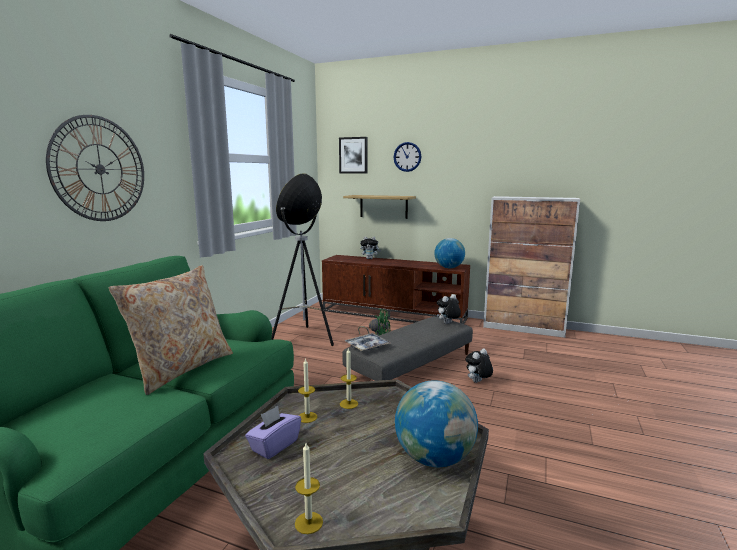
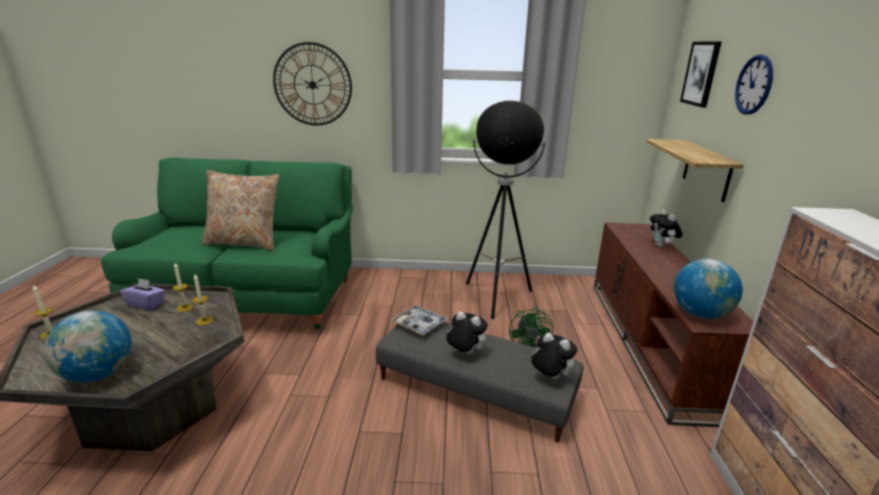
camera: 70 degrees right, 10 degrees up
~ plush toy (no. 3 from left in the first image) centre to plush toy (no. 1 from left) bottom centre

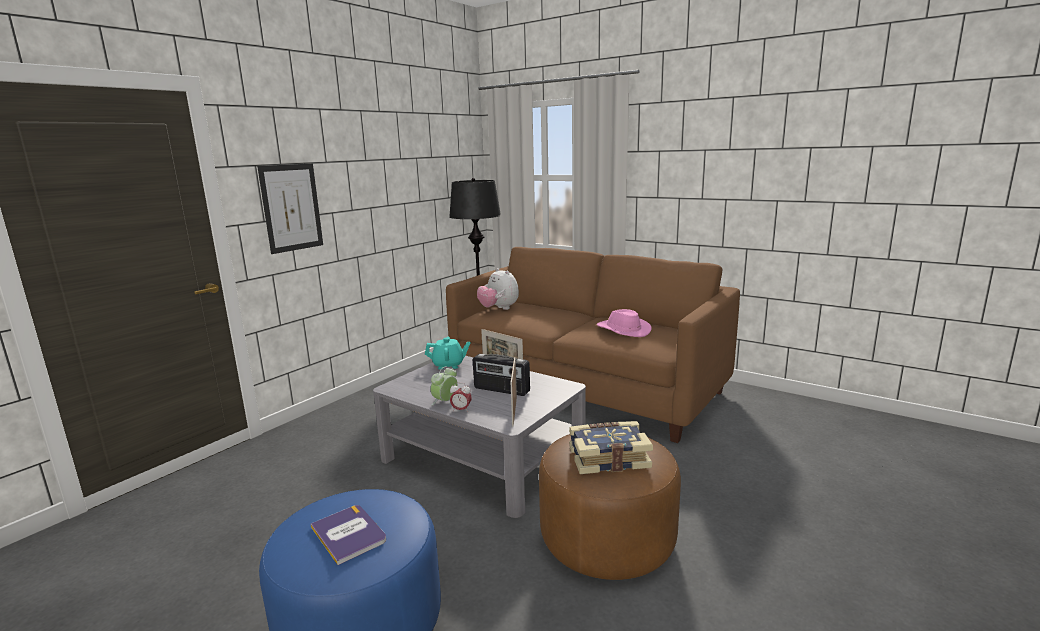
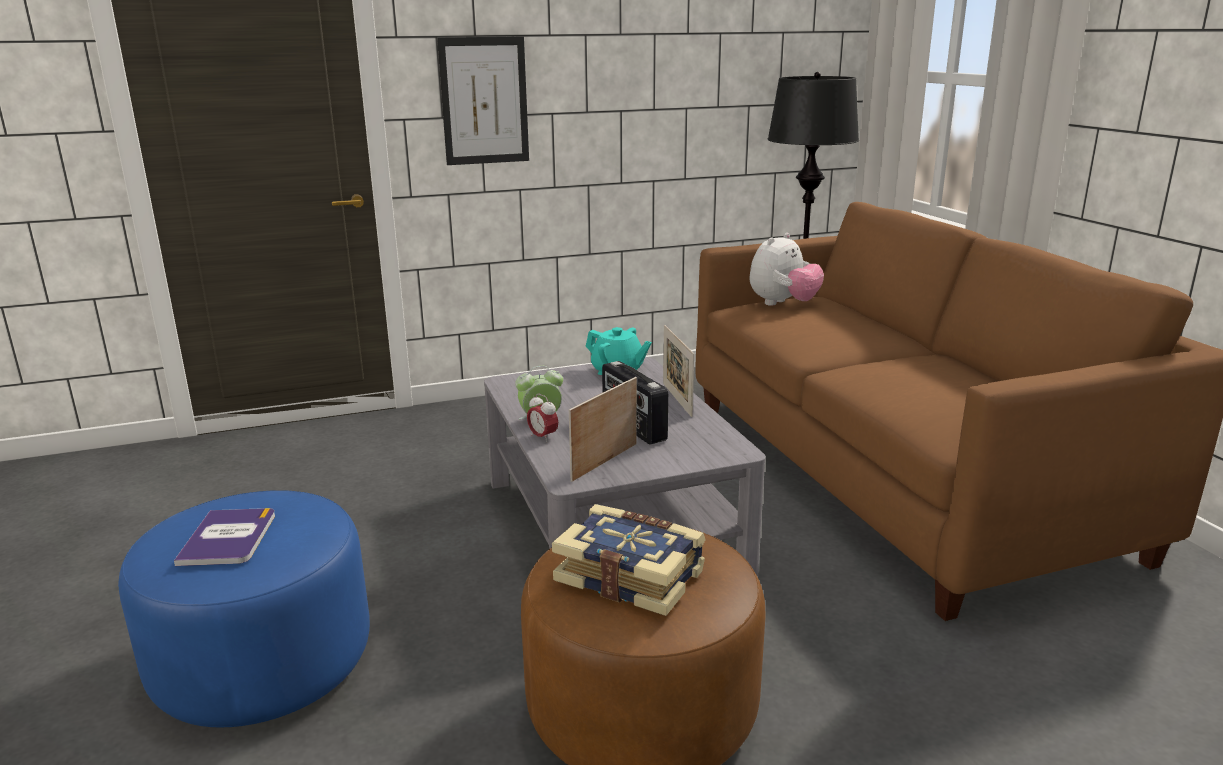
camera: 35 degrees right, 5 degrees up
~ plush toy centre = centre 135 degrees counterclockwise
- pinkish wearable hat centre

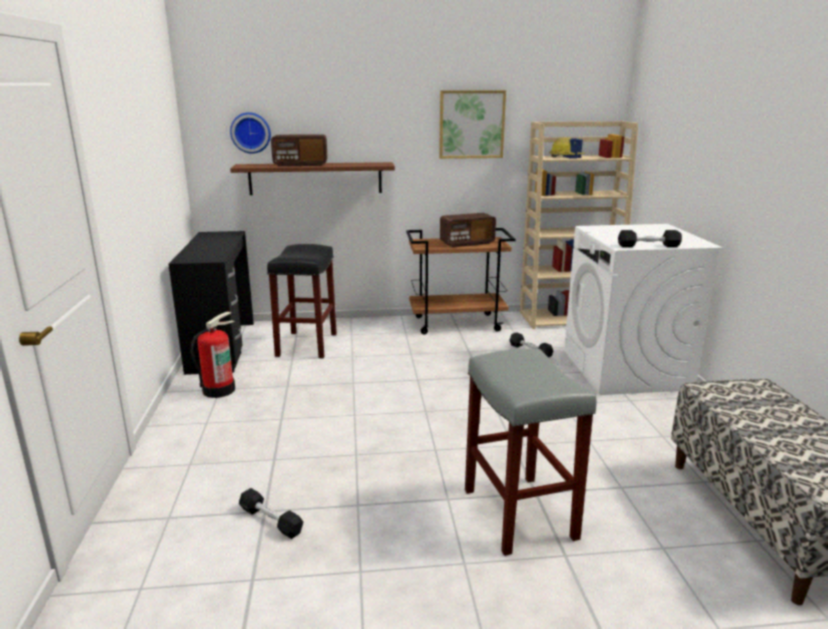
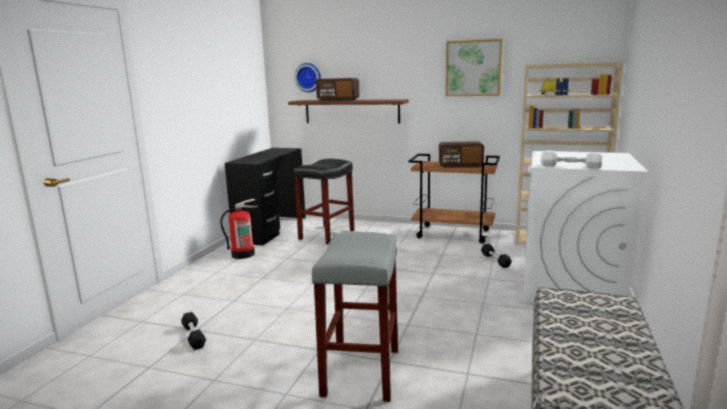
camera: 25 degrees right, 5 degrees down
~ black dumbbell (no. 3 from left) middle right to white dumbbell middle right

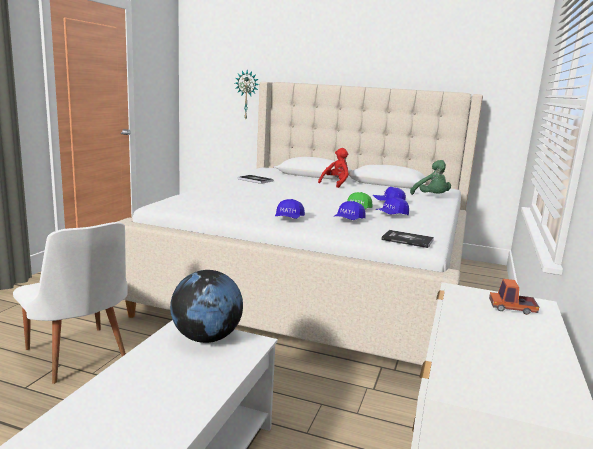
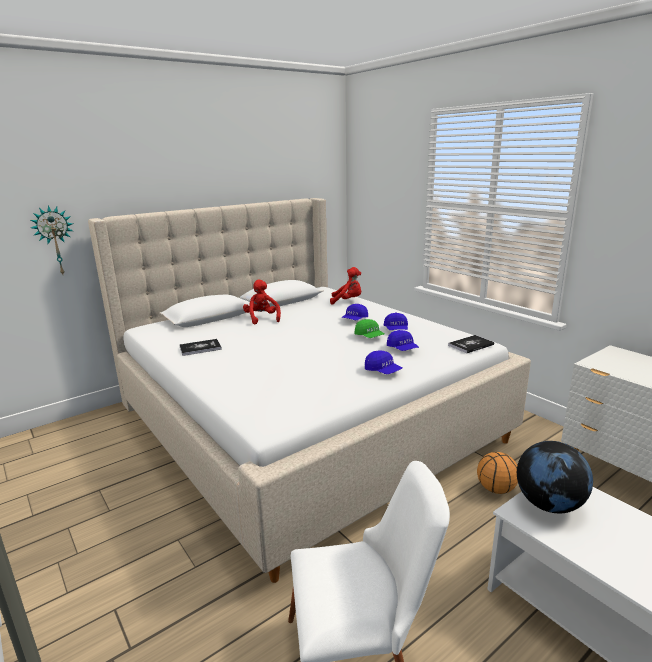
camera: 55 degrees left, 5 degrees up
~ green-coloured plush toy middle right to red-coloured plush toy (no. 2 from left) centre
+ ball for basketball bottom right
- toy lorry middle right

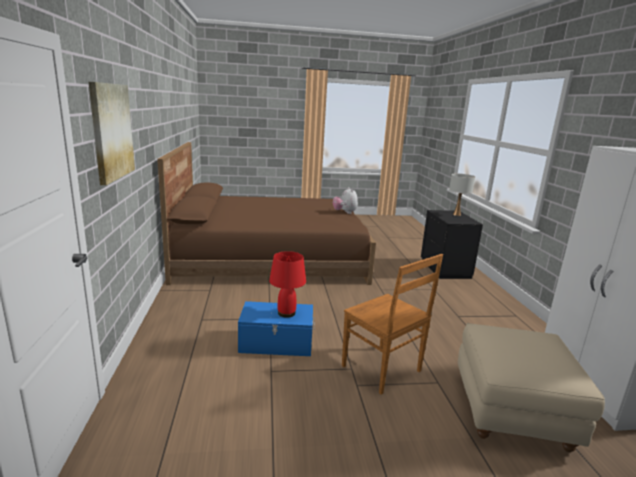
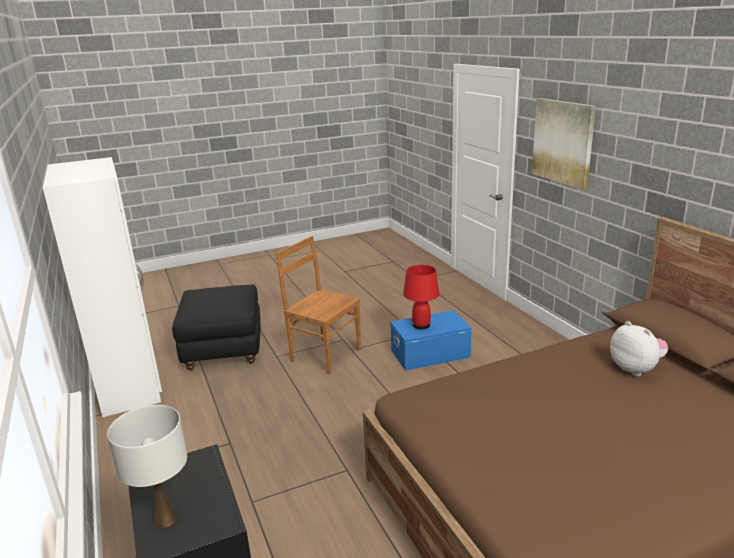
camera: 165 degrees right, 5 degrees up
~ beige pouffe bottom right to black pouffe middle left
~ plush toy centre to middle right

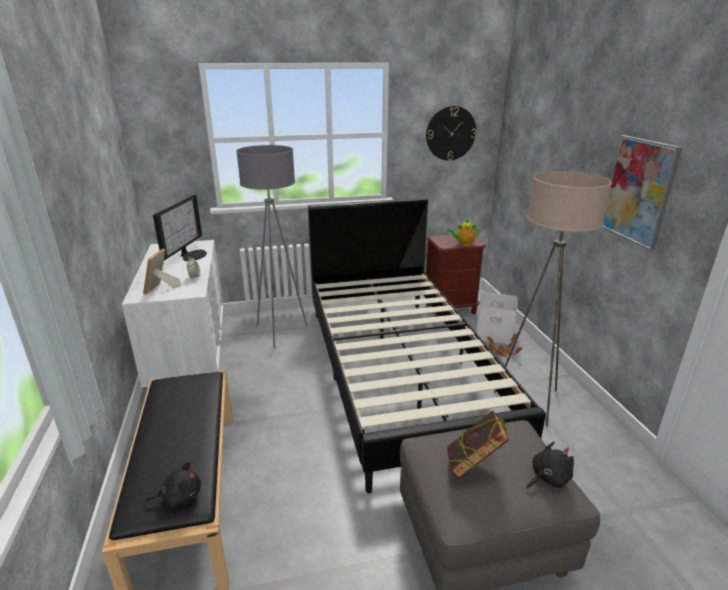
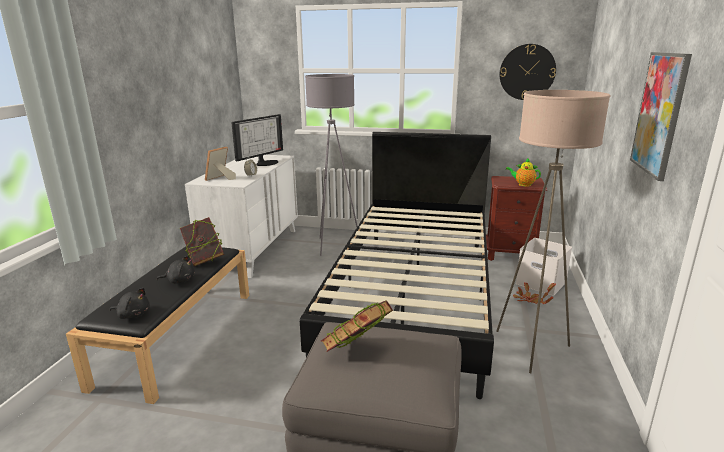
camera: 25 degrees right, 5 degrees down
~ black plush toy (no. 2 from left) bottom right to middle left
+ volume (no. 1 from left) middle left

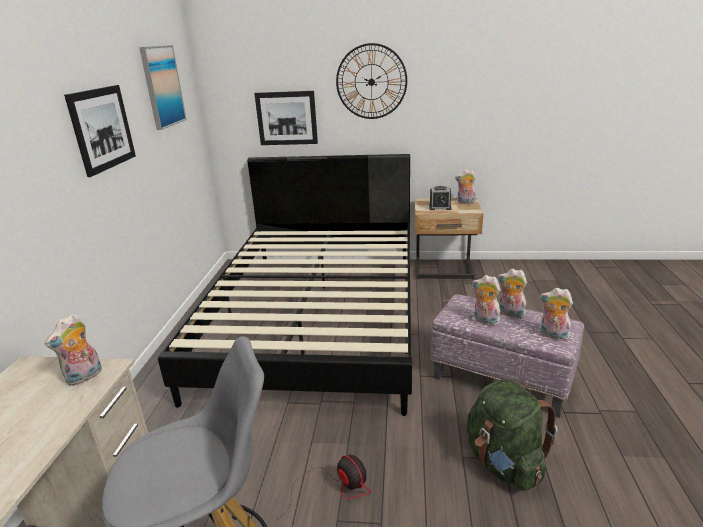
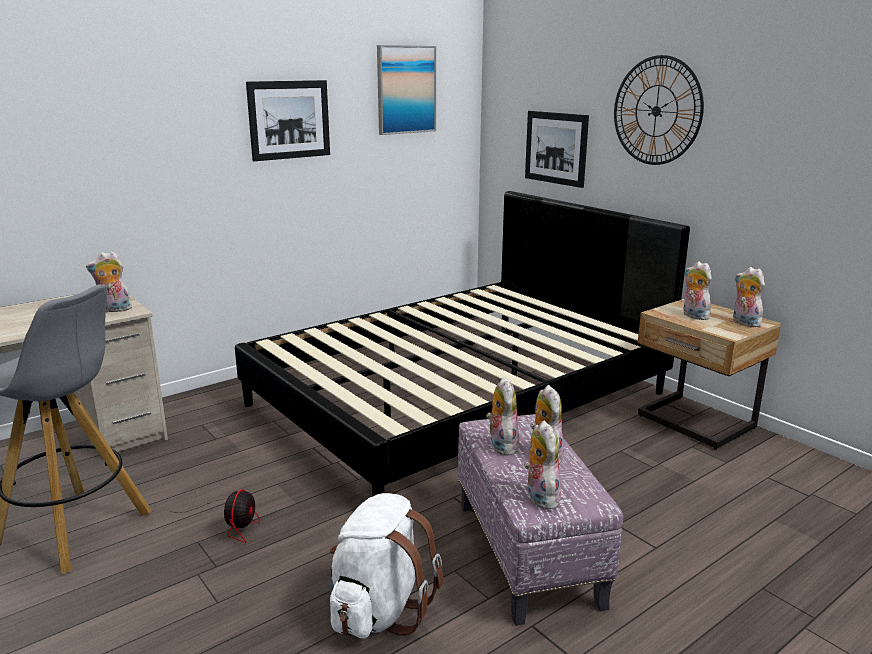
camera: 45 degrees right, 5 degrees down
~ green-coloured knapsack bottom right to white knapsack bottom centre
~ table clock centre to plush toy (no. 5 from left) middle right

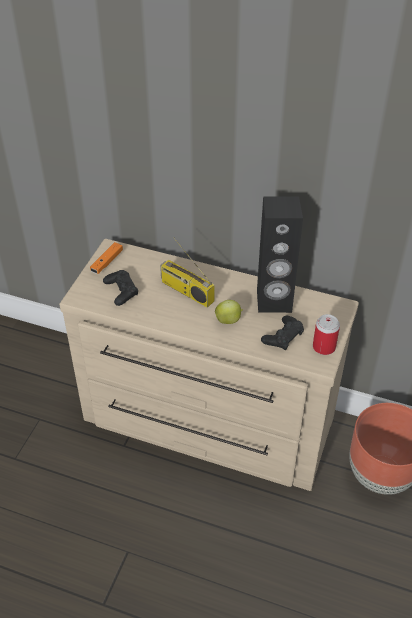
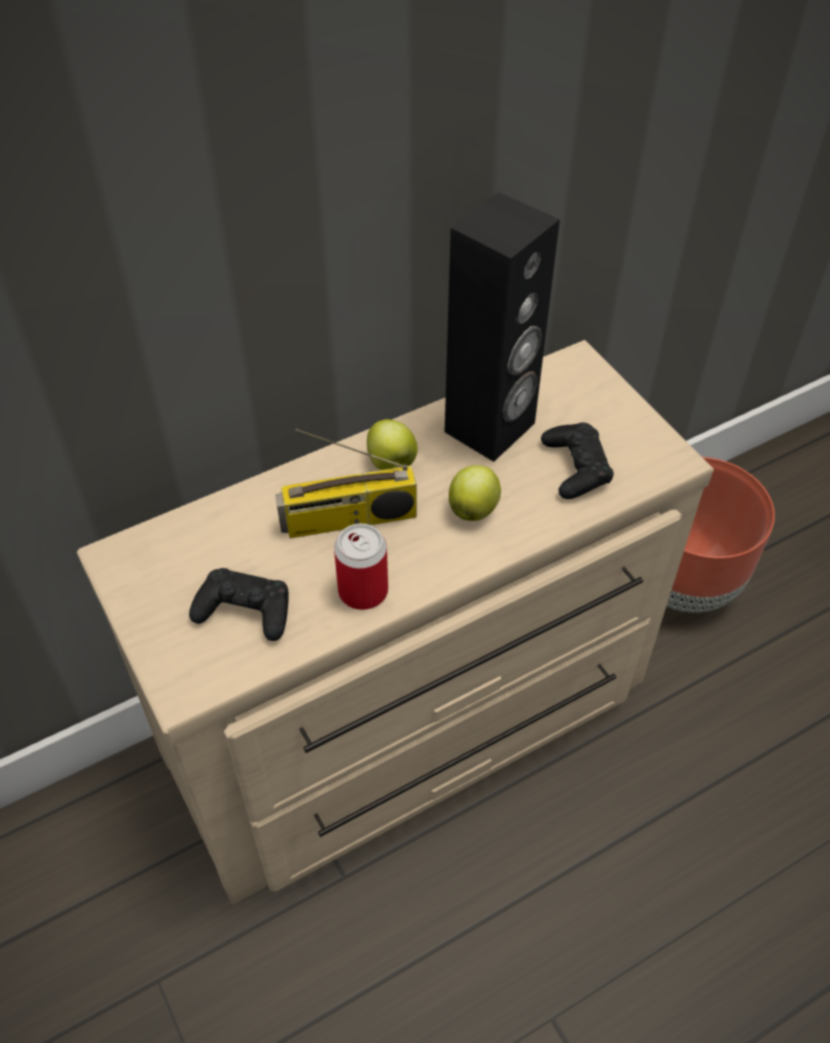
camera: 50 degrees left, 5 degrees up
~ metal can middle right to centre
+ apple (no. 1 from left) centre
- orange-coloured gamepad middle left

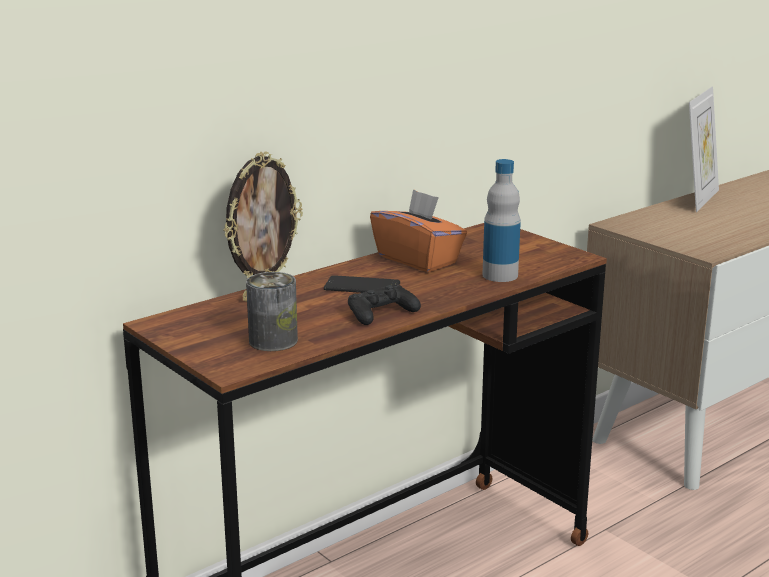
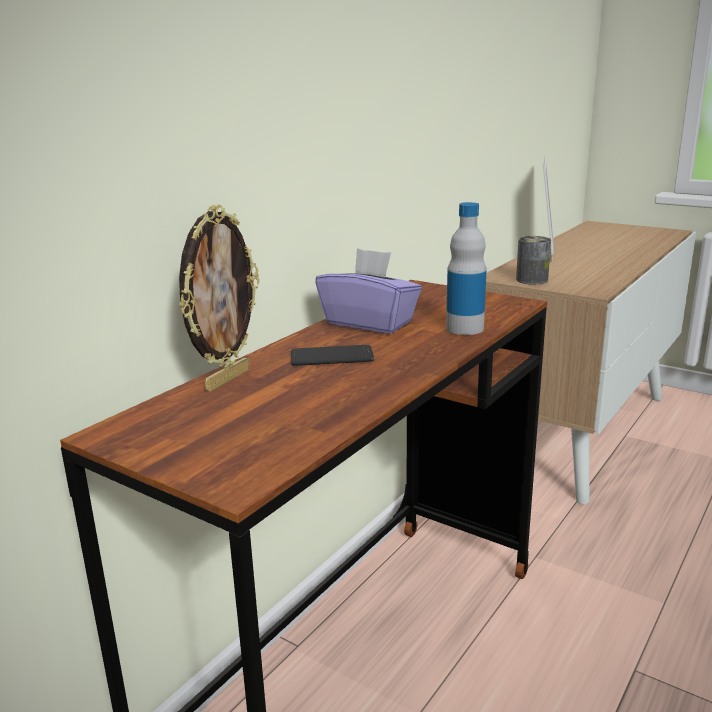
camera: 15 degrees left, 0 degrees up
~ orange-coloured box of tissues centre to purple box of tissues centre
~ metal can centre to middle right
- black gamepad centre

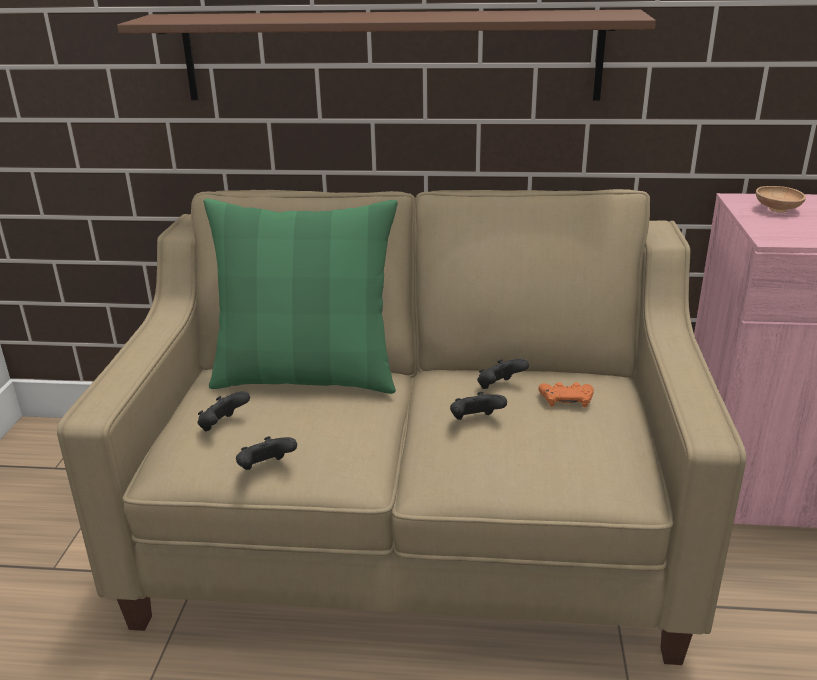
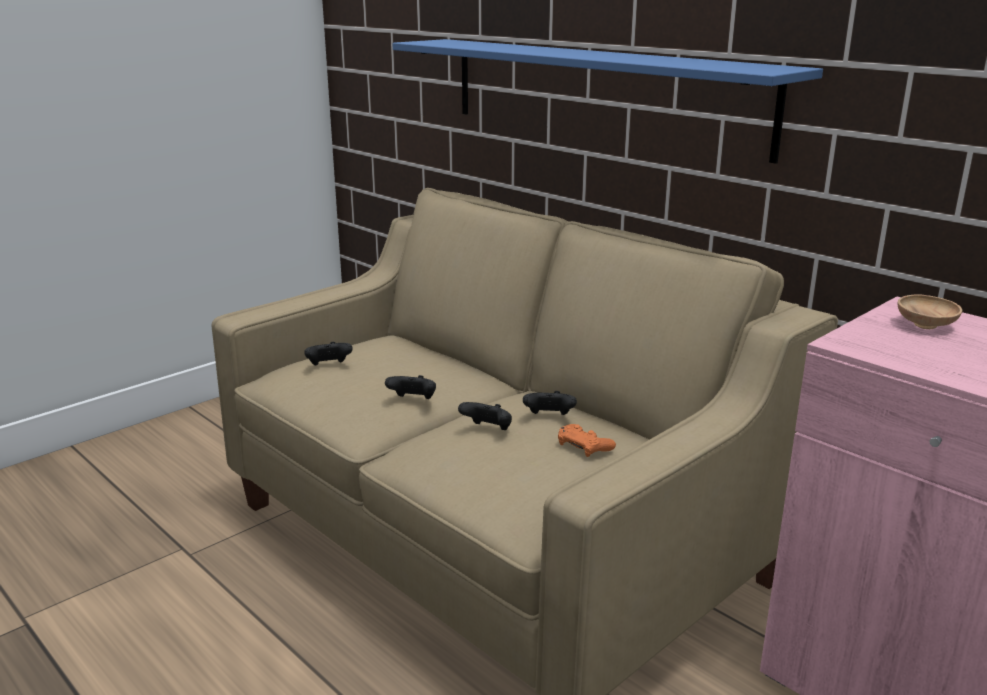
camera: 40 degrees right, 5 degrees down
~ black gamepad (no. 2 from left) middle left to centre
~ brown shelf top centre to bluish shelf top centre
- green-coloured throw pillow centre

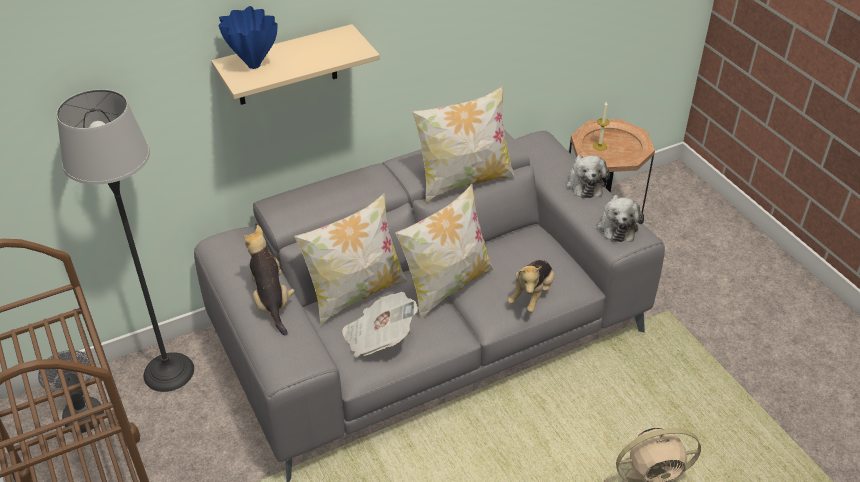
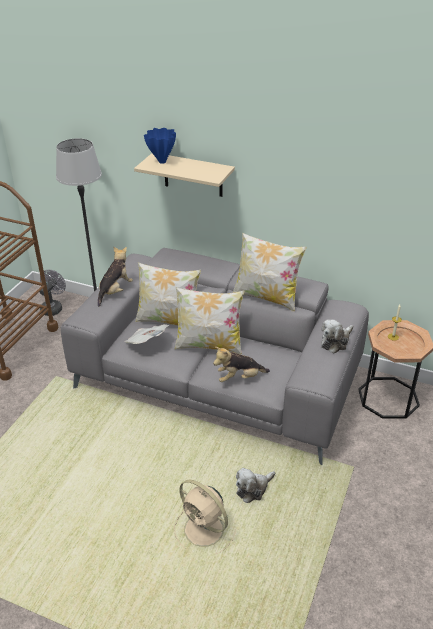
camera: 50 degrees right, 5 degrees down
~ plush toy (no. 4 from left in the first image) middle right to plush toy (no. 3 from left) bottom centre

